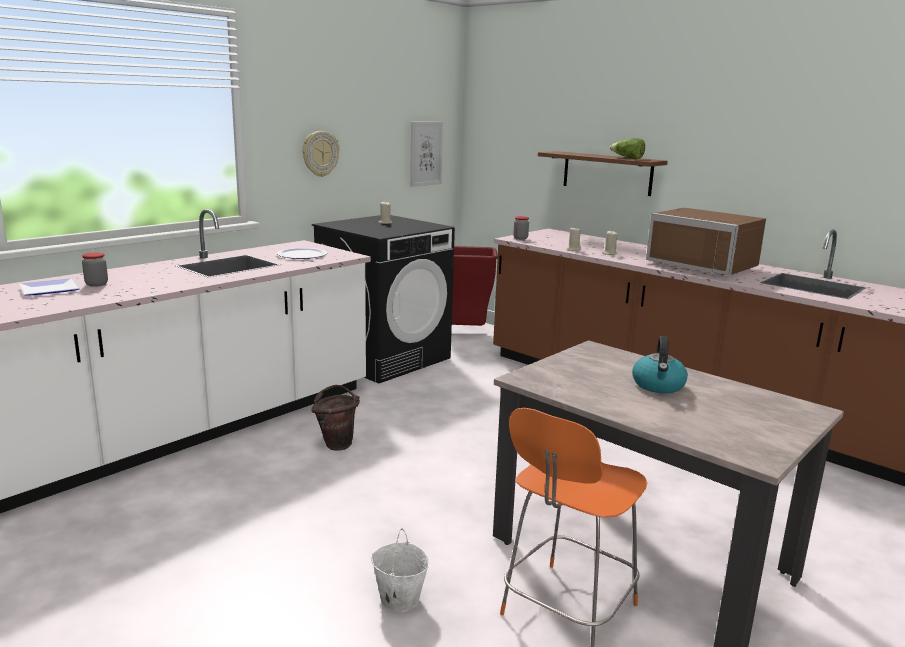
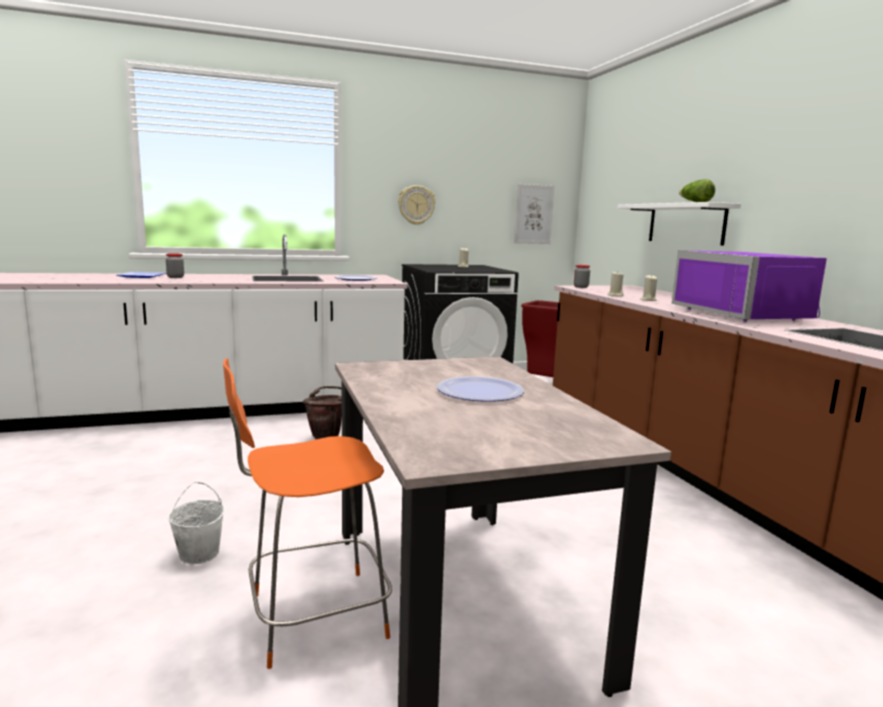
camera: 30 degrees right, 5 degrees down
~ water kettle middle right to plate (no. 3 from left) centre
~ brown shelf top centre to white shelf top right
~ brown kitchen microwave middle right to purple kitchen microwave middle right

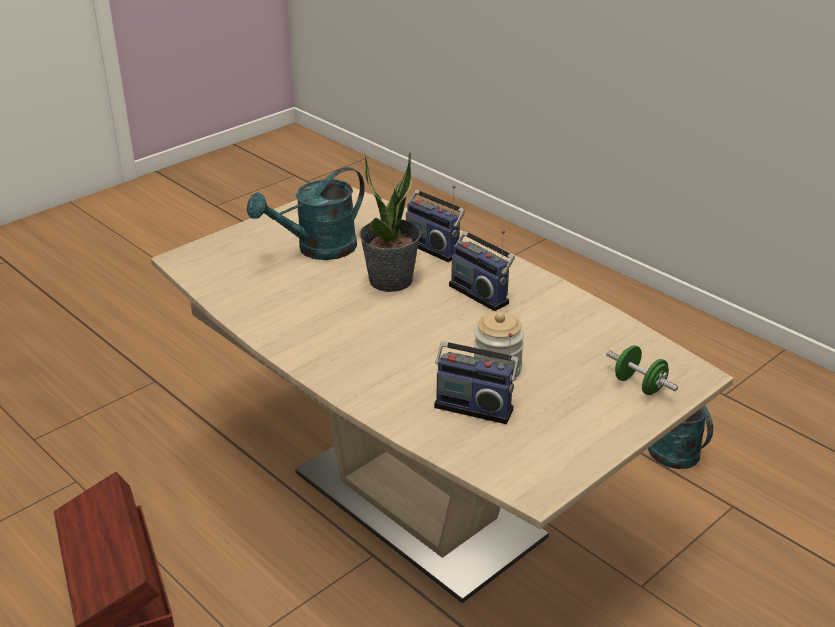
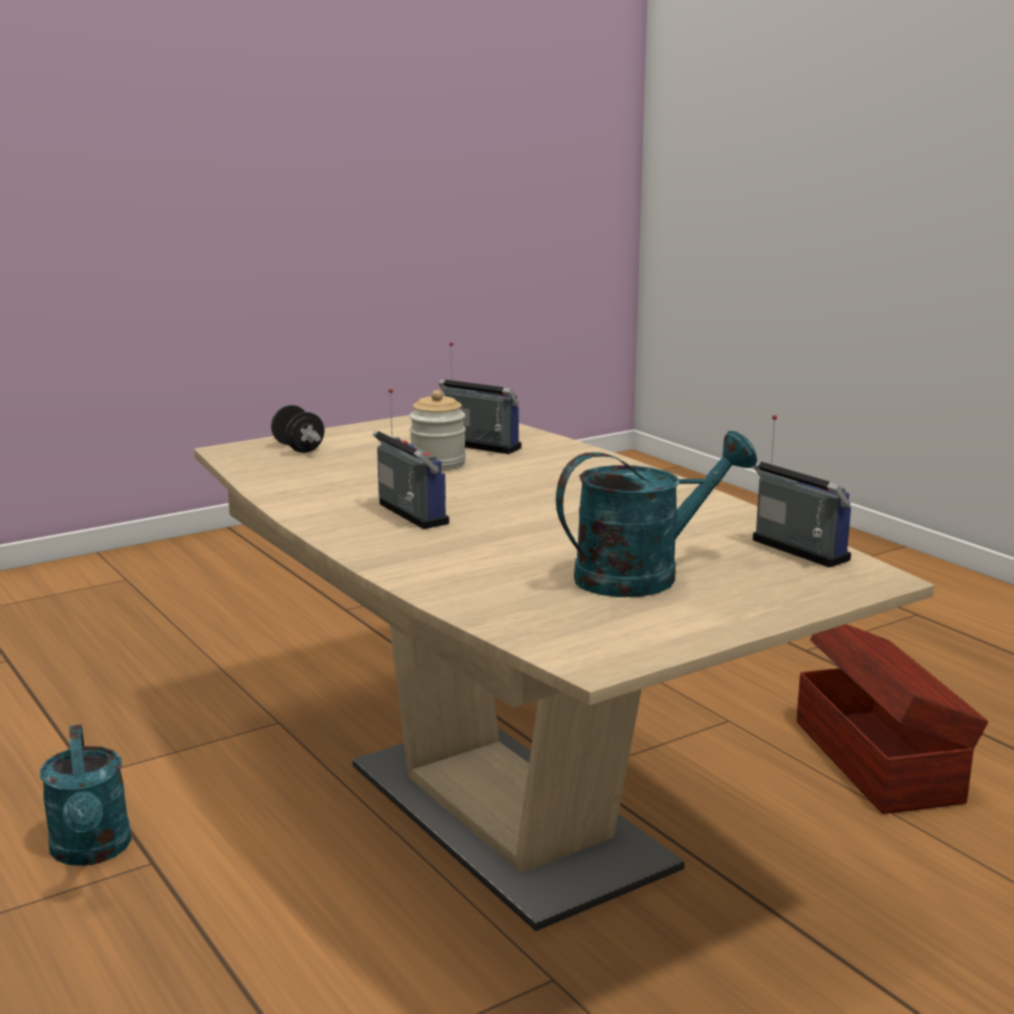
camera: 170 degrees left, 15 degrees down
~ green-coloured dumbbell middle right to black dumbbell middle left
~ radio (no. 1 from left in the first image) centre to radio (no. 3 from left) middle right
- plant in a pot centre

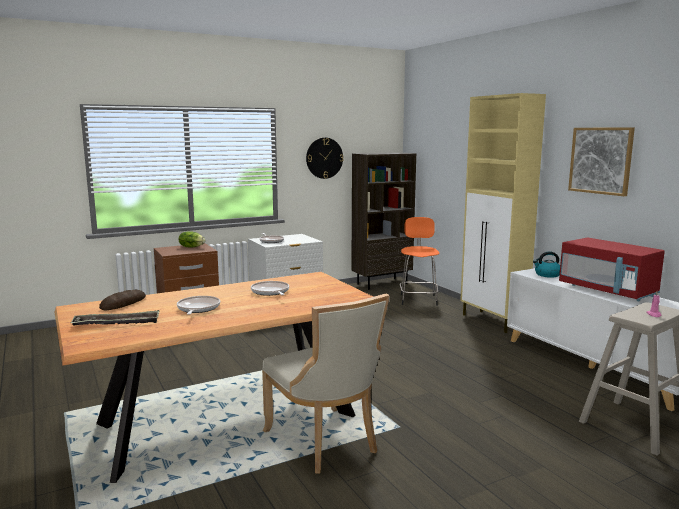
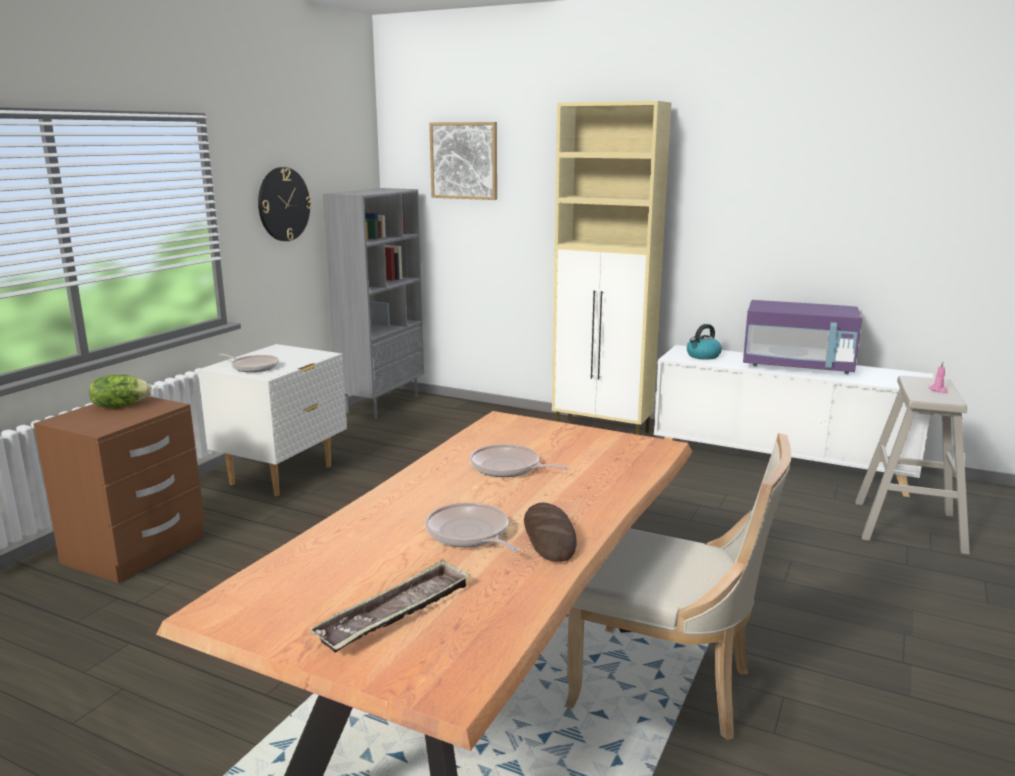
camera: 35 degrees left, 5 degrees up
~ brown shelving unit centre to greyish shelving unit centre
~ picture top right to top centre
~ bread middle left to bottom centre
~ red-coloured kitchen microwave middle right to purple kitchen microwave middle right
- orange-coloured sitting stool centre

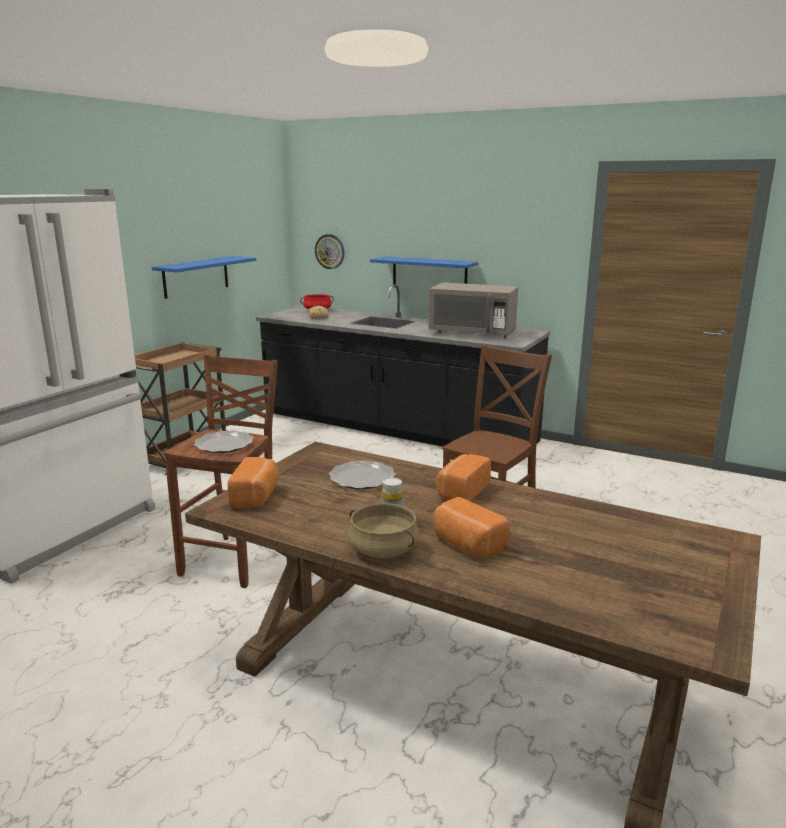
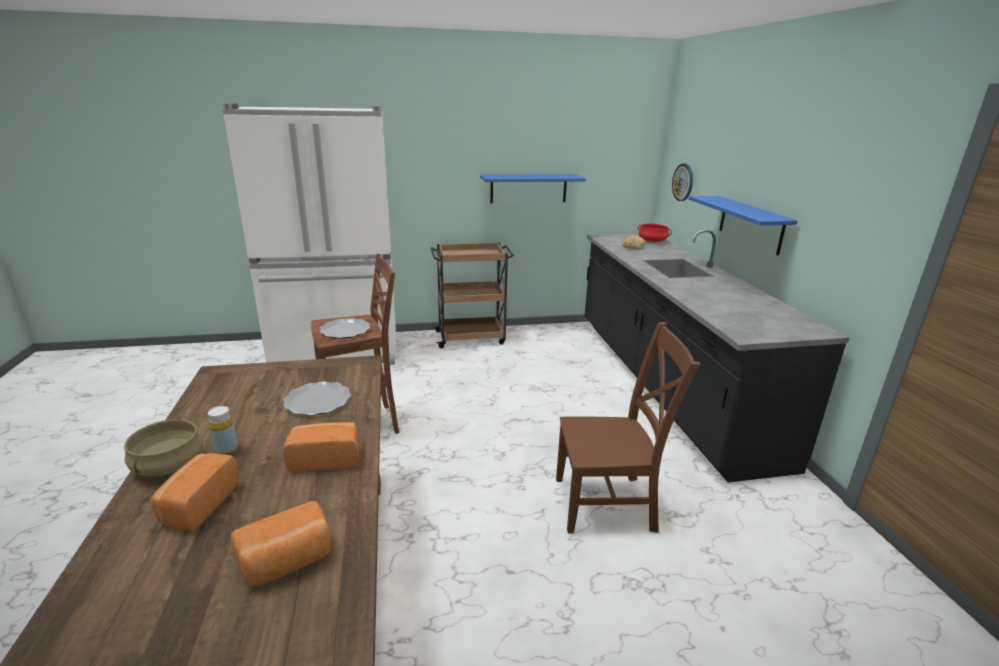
camera: 50 degrees right, 5 degrees up
~ bread (no. 1 from left in the first image) middle left to bread (no. 2 from left) bottom left
- greyish kitchen microwave centre

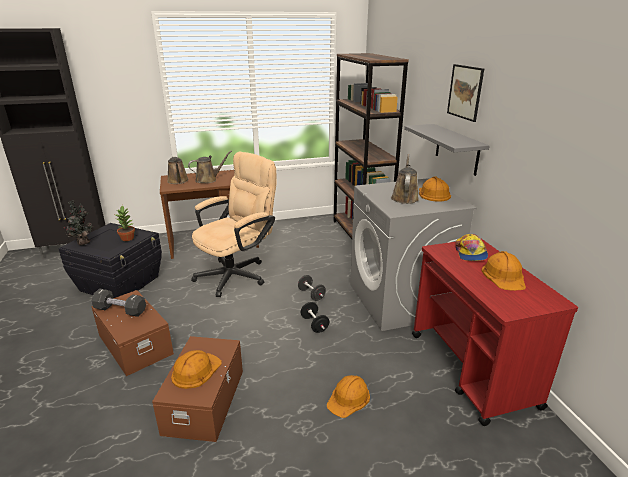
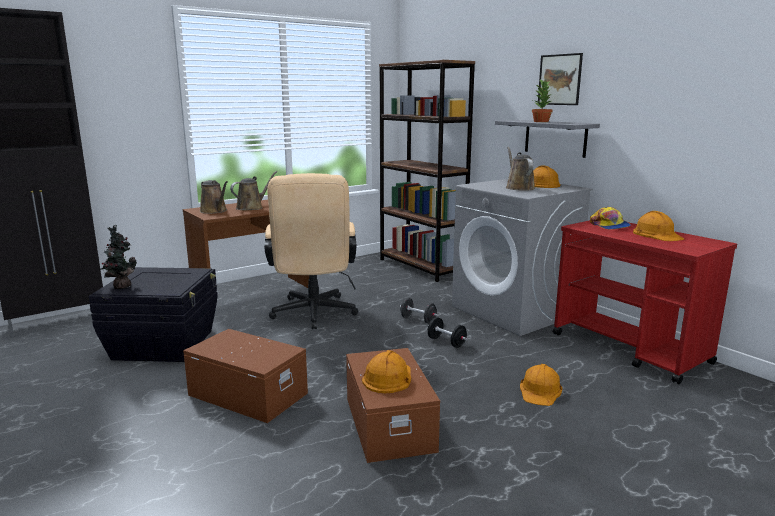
camera: 20 degrees left, 10 degrees down
~ beige desk chair centre = centre 150 degrees clockwise
~ plant in a pot (no. 2 from left) middle left to top right
- black dumbbell (no. 1 from left) middle left

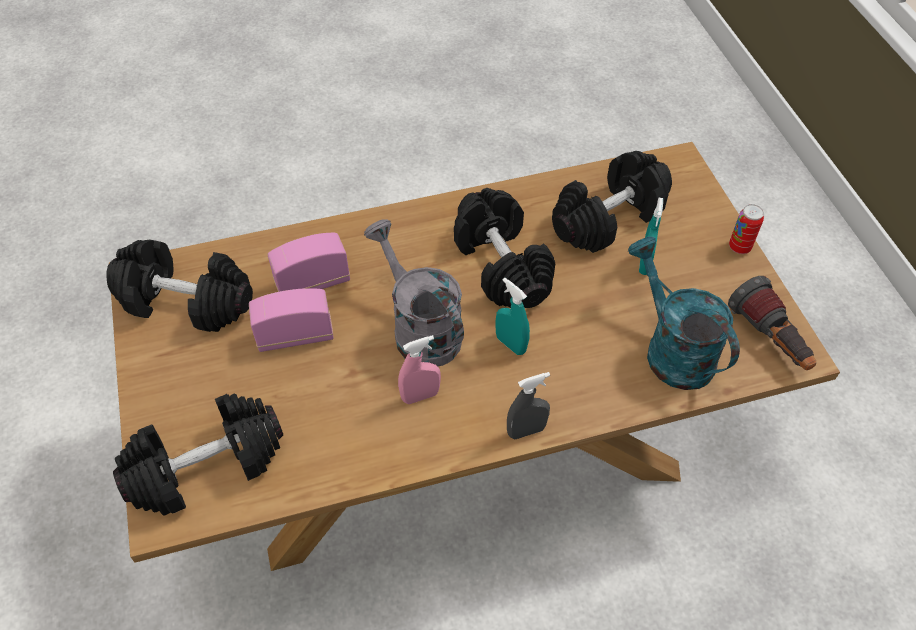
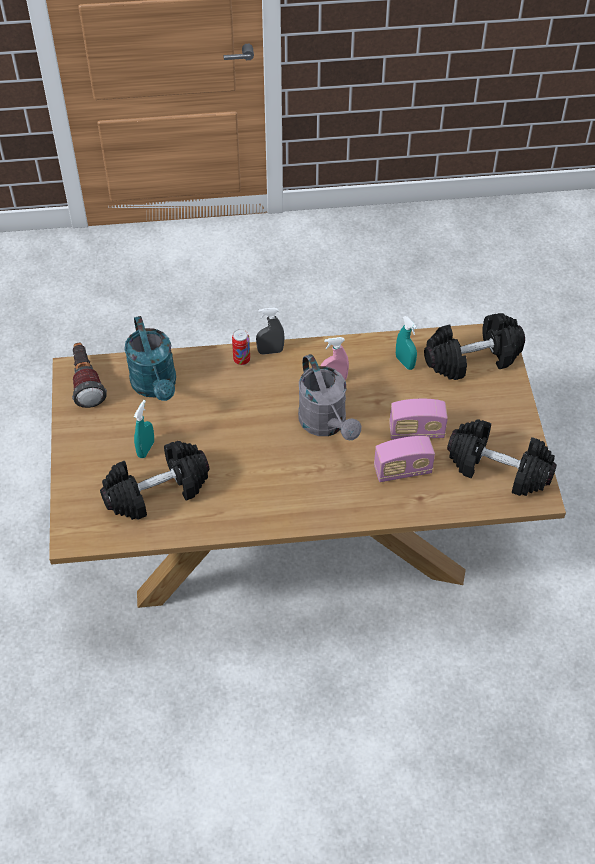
camera: 170 degrees left, 0 degrees up
~ metal can middle right to centre
~ turquoise-coloured hand sprayer (no. 1 from left in the first image) centre to turquoise-coloured hand sprayer (no. 2 from left) middle right
- black dumbbell (no. 3 from left) centre

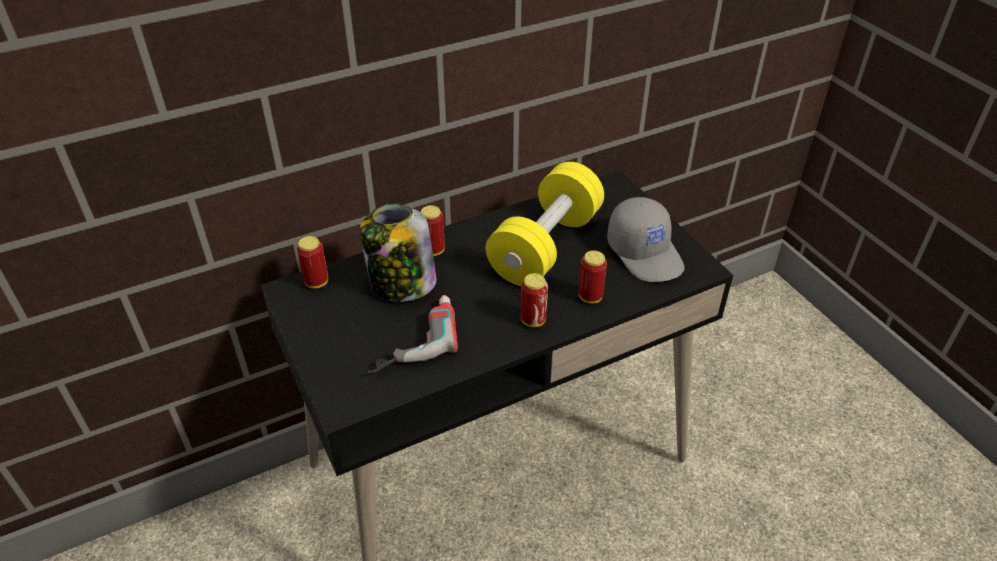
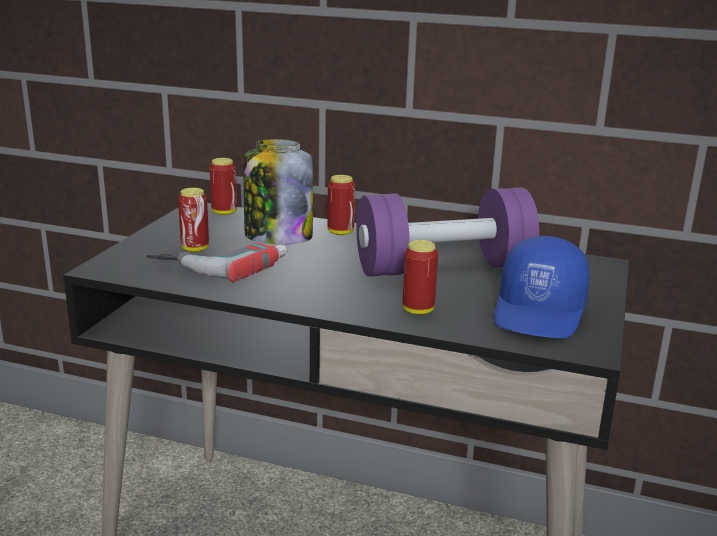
camera: 45 degrees right, 20 degrees down
~ metal can (no. 3 from left in the first image) centre to metal can (no. 1 from left) middle left
~ yellow-coloured dumbbell centre to purple dumbbell centre
~ greyish baseball cap centre to bluish baseball cap middle right

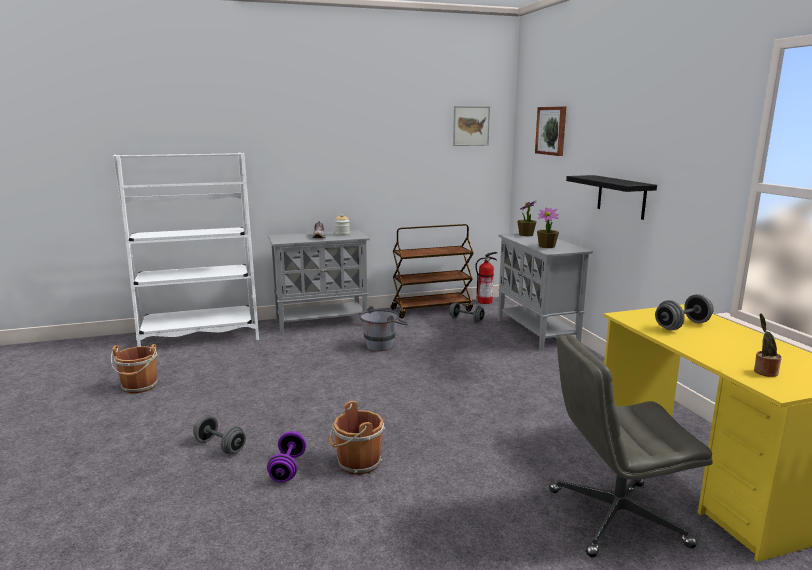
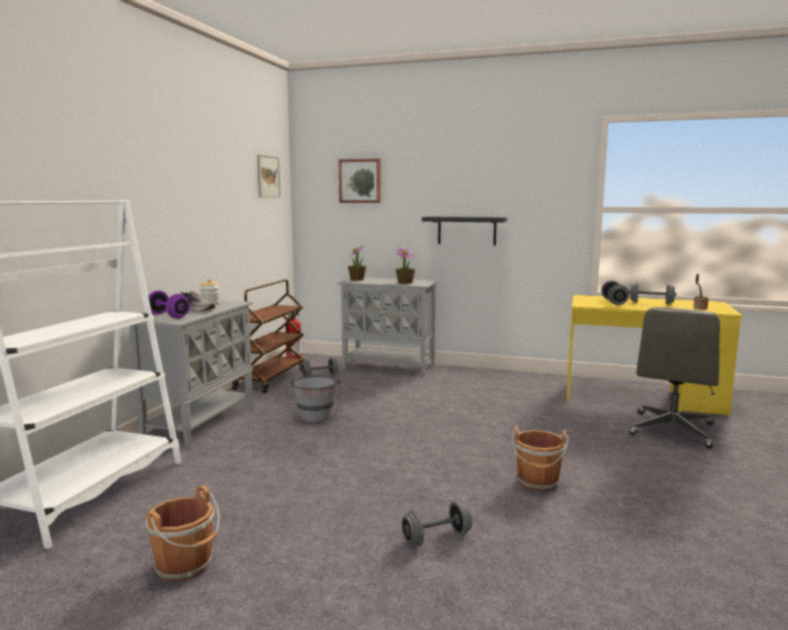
camera: 55 degrees left, 5 degrees down
~ purple dumbbell bottom centre to middle left
+ greyish dumbbell (no. 4 from left) middle right

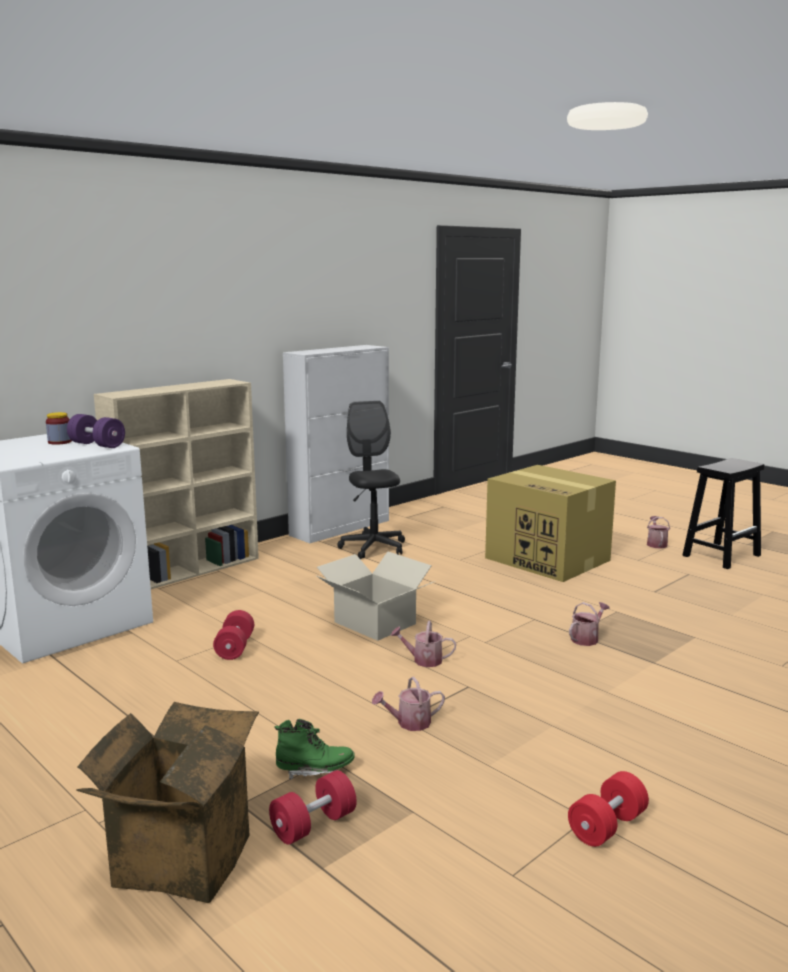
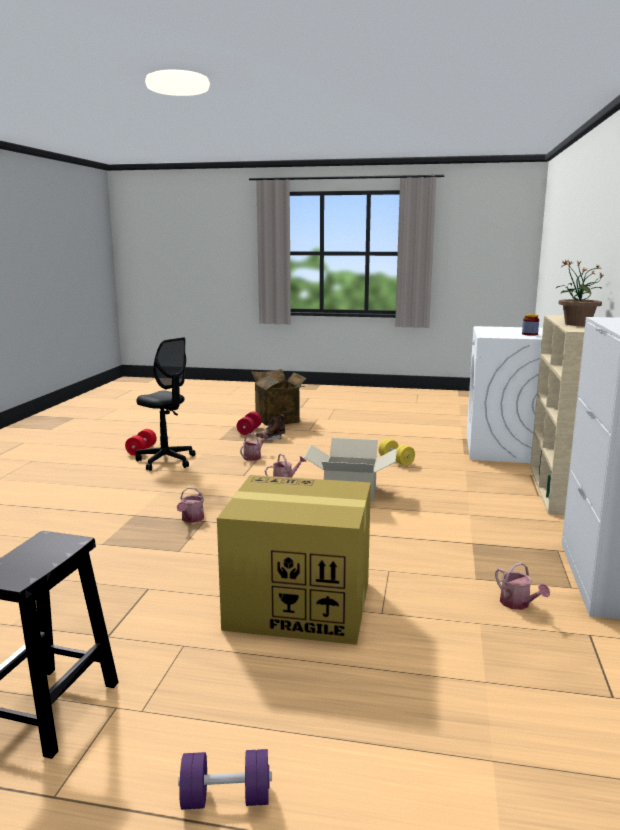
camera: 145 degrees right, 0 degrees up
~ black desk chair centre to middle left
~ purple dumbbell middle left to bottom centre
~ green-coloured boot bottom centre to brown boot centre
~ red-coloured dumbbell (no. 1 from left) middle left to yellow-coloured dumbbell centre
~ watering pot (no. 4 from left) middle right to bottom right
+ plant in a pot middle right

